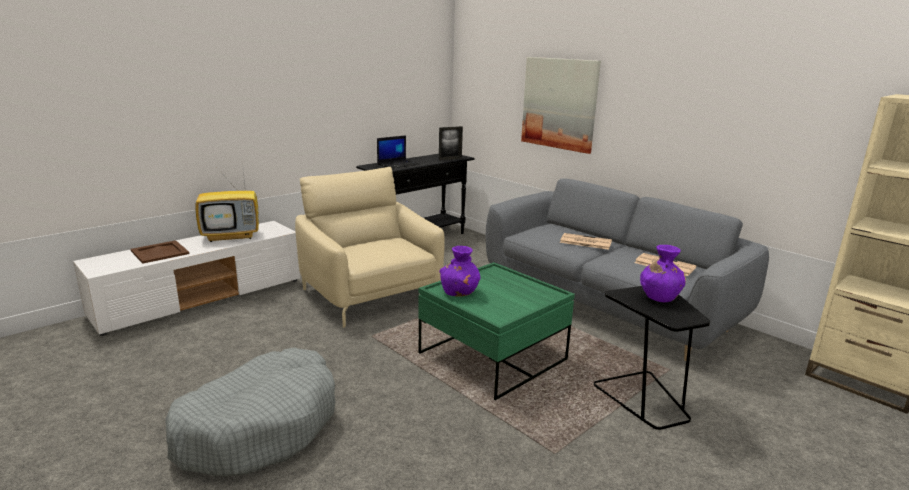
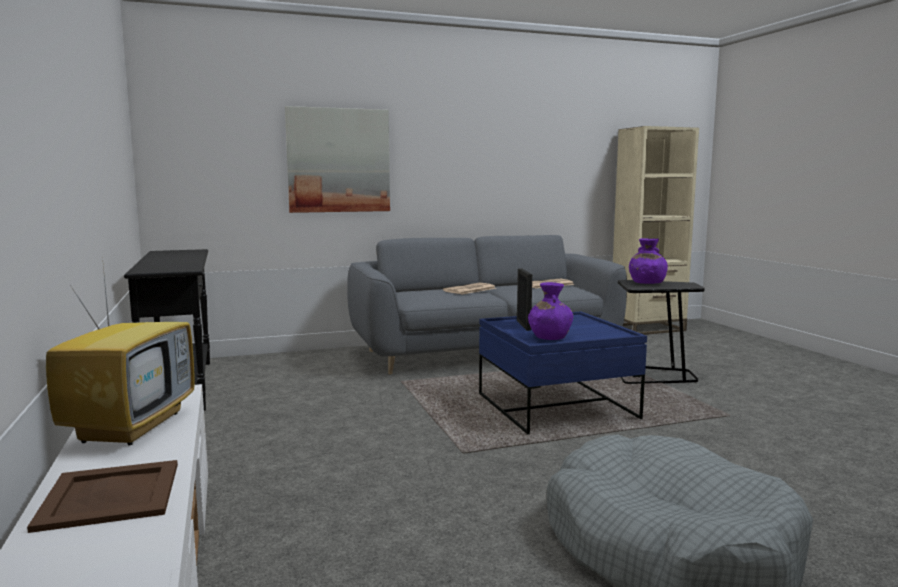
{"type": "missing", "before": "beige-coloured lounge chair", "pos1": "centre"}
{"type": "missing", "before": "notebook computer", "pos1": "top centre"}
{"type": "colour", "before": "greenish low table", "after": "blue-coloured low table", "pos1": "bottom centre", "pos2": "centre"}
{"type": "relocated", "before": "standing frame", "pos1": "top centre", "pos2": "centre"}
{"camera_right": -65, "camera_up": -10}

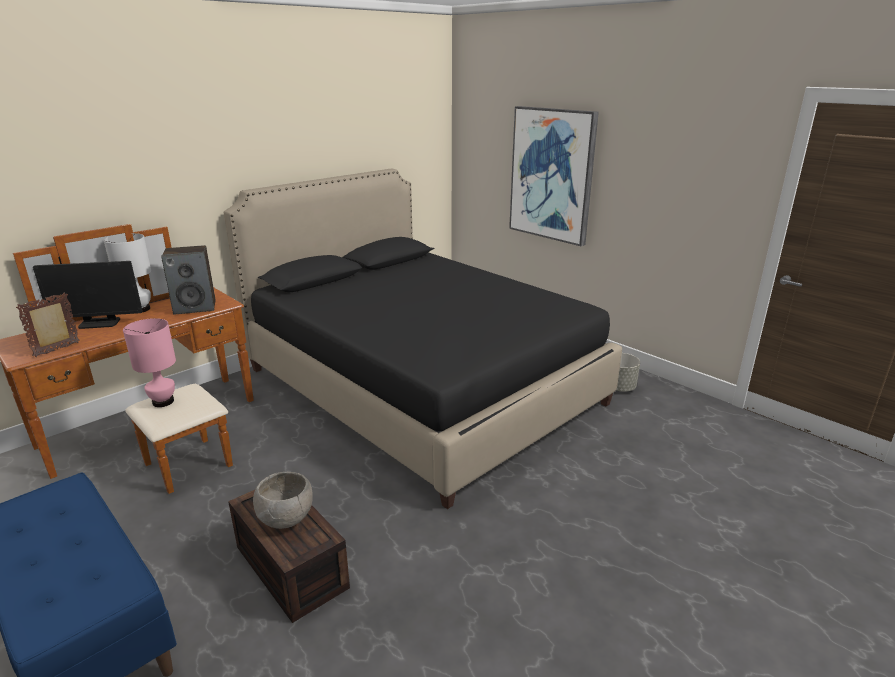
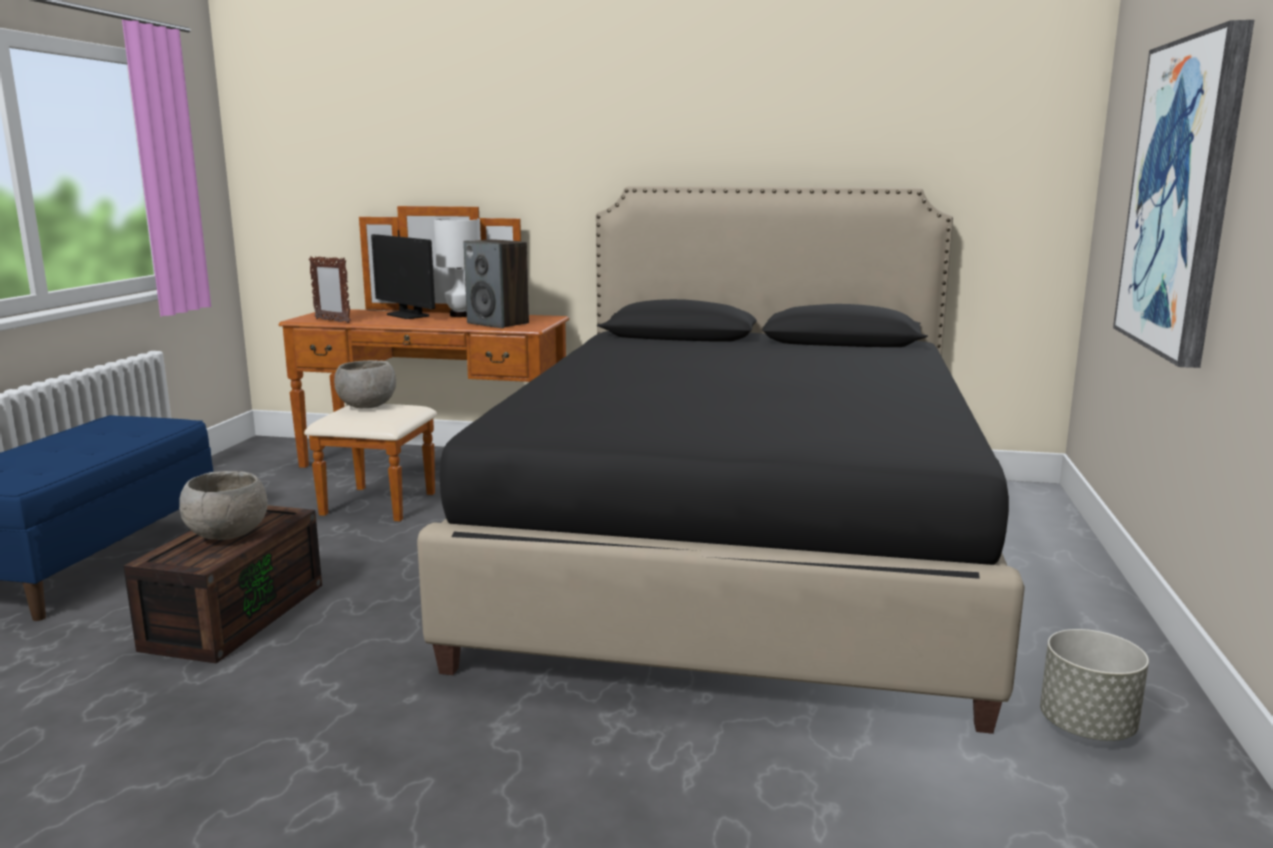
{"type": "spun", "before": "standing frame", "pos1": "middle left", "pos2": "middle left", "turn": -150}
{"type": "exchanged", "before": "pinkish tabletop lamp", "after": "gray deep dish (no. 2 from left)", "pos1": "middle left", "pos2": "middle left"}
{"camera_right": 55, "camera_up": -10}

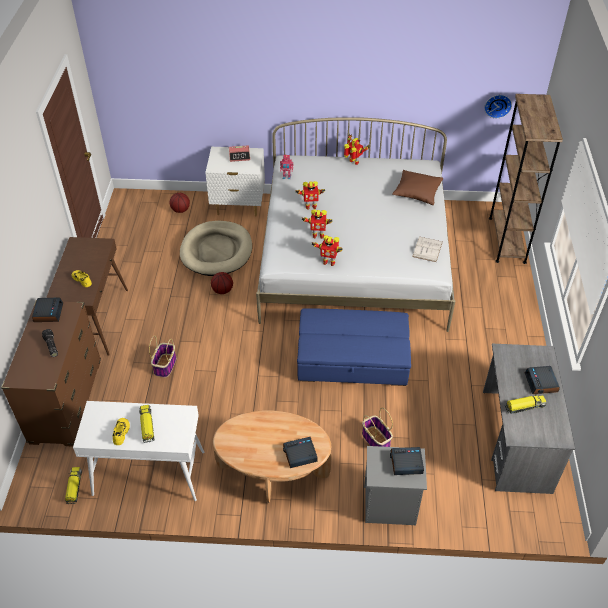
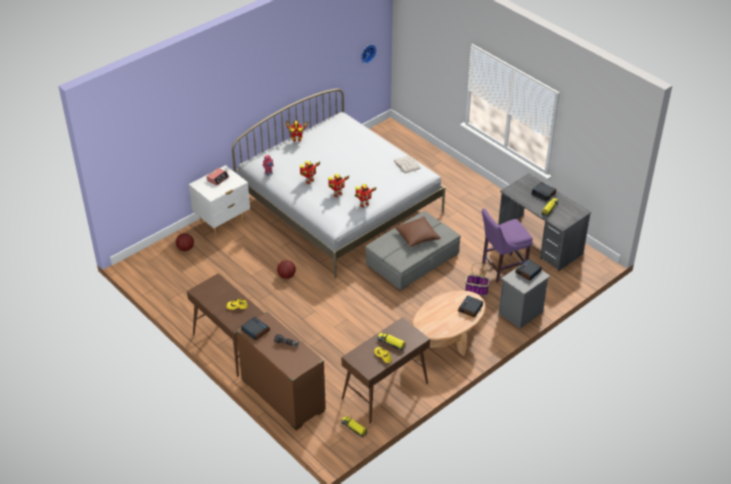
{"type": "colour", "before": "white-coloured hall table", "after": "brown hall table (no. 2 from left)", "pos1": "bottom left", "pos2": "bottom centre"}
{"type": "missing", "before": "household basket (no. 1 from left)", "pos1": "middle left"}
{"type": "missing", "before": "beige-coloured pet bed", "pos1": "centre"}
{"type": "colour", "before": "blue-coloured footrest", "after": "gray footrest", "pos1": "centre", "pos2": "centre"}
{"type": "relocated", "before": "brown throw pillow", "pos1": "top right", "pos2": "centre"}
{"type": "missing", "before": "brown bookshelf", "pos1": "top right"}
{"type": "appeared", "after": "purple chair", "pos2": "middle right"}
{"camera_right": -45, "camera_up": -5}

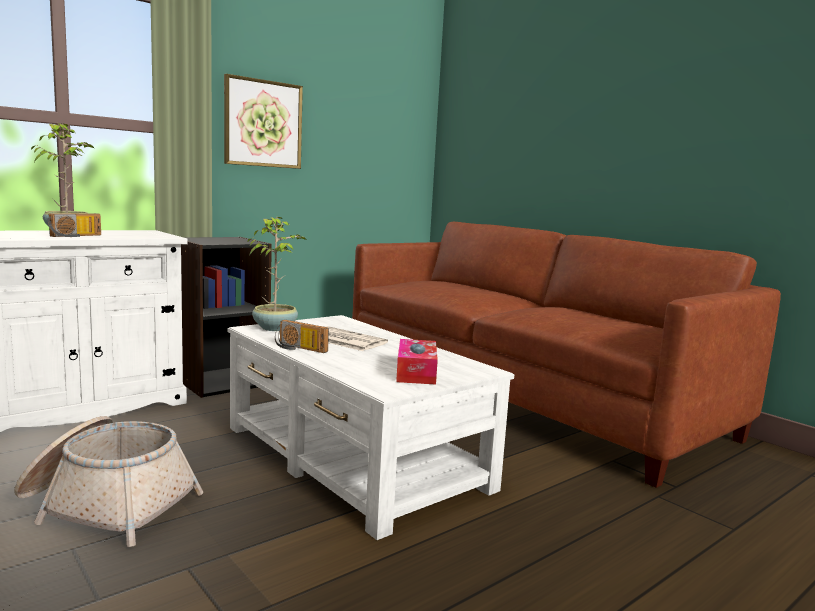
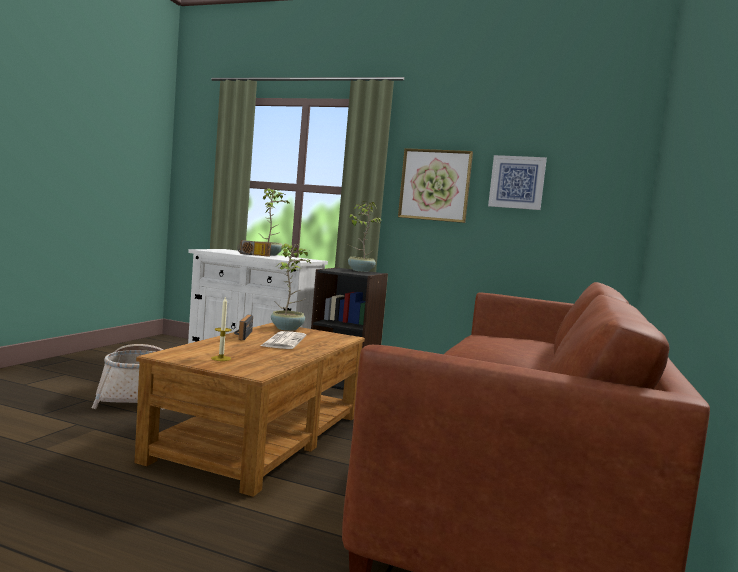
{"type": "colour", "before": "white-coloured low table", "after": "brown low table", "pos1": "bottom centre", "pos2": "bottom centre"}
{"type": "exchanged", "before": "tissue holder", "after": "wax light", "pos1": "centre", "pos2": "middle left"}
{"type": "appeared", "after": "potted plant (no. 3 from left)", "pos2": "centre"}
{"type": "appeared", "after": "wall art (no. 2 from left)", "pos2": "top right"}
{"camera_right": 60, "camera_up": -5}

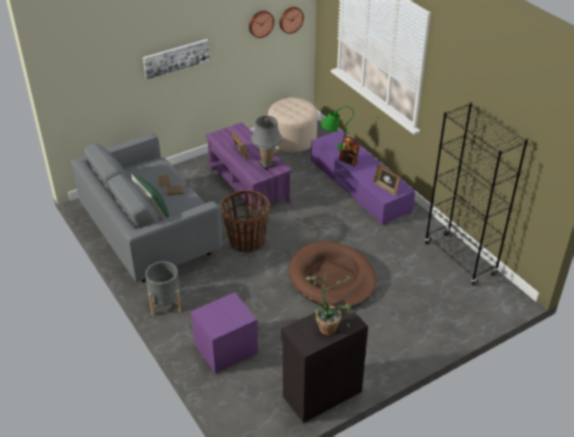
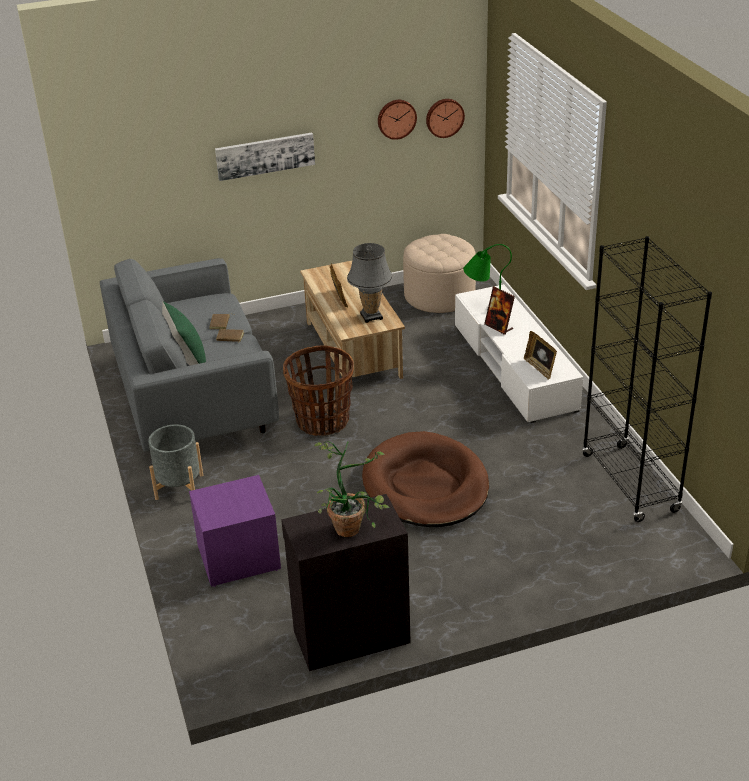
{"type": "colour", "before": "purple low table", "after": "beige-coloured low table", "pos1": "centre", "pos2": "centre"}
{"type": "colour", "before": "purple tv stand", "after": "white-coloured tv stand", "pos1": "centre", "pos2": "middle right"}
{"camera_right": 15, "camera_up": -5}

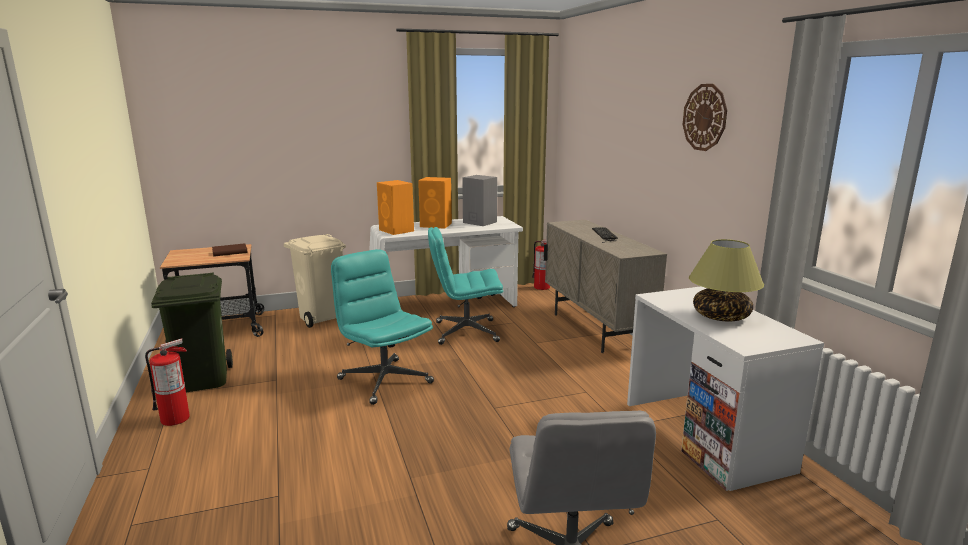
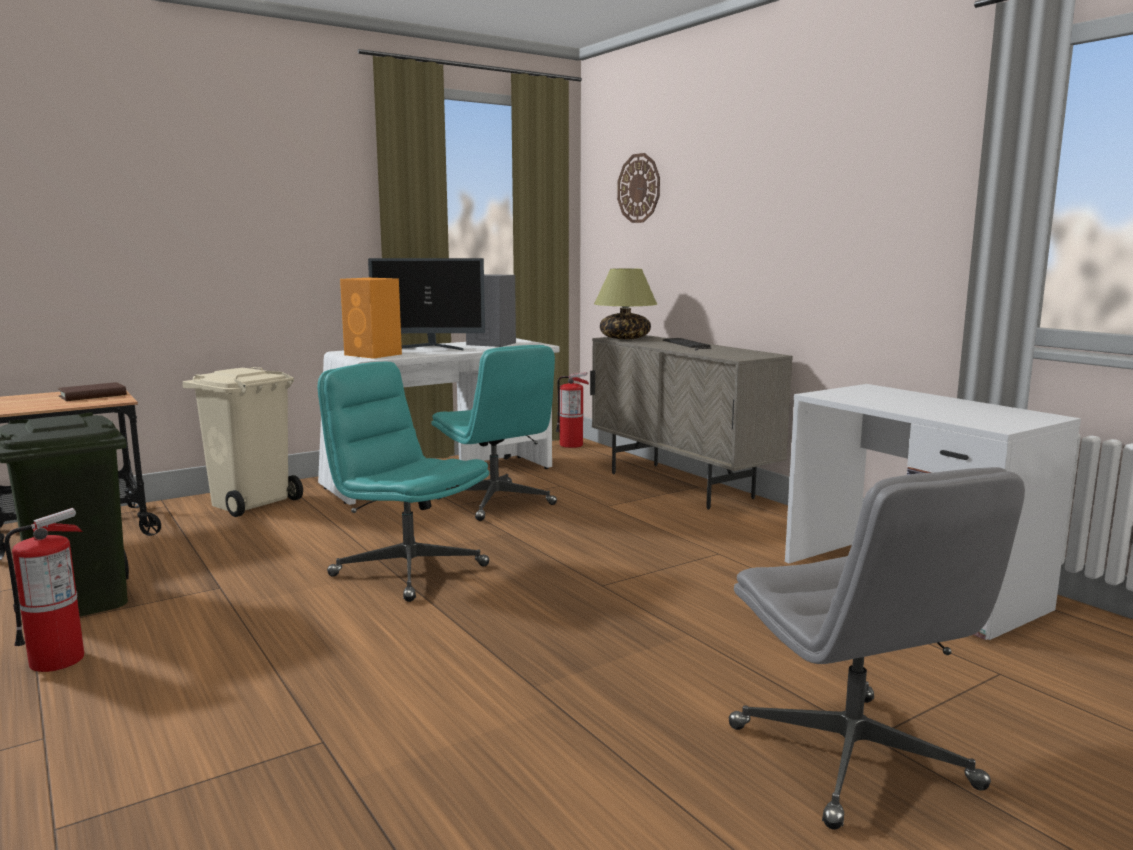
{"type": "exchanged", "before": "orange audio speaker (no. 2 from left)", "after": "computer screen", "pos1": "centre", "pos2": "centre"}
{"type": "spun", "before": "turquoise office chair (no. 2 from left)", "pos1": "centre", "pos2": "centre", "turn": -105}
{"type": "relocated", "before": "clock on the wall", "pos1": "top right", "pos2": "top centre"}
{"type": "relocated", "before": "tabletop lamp", "pos1": "middle right", "pos2": "centre"}
{"camera_right": -15, "camera_up": -5}

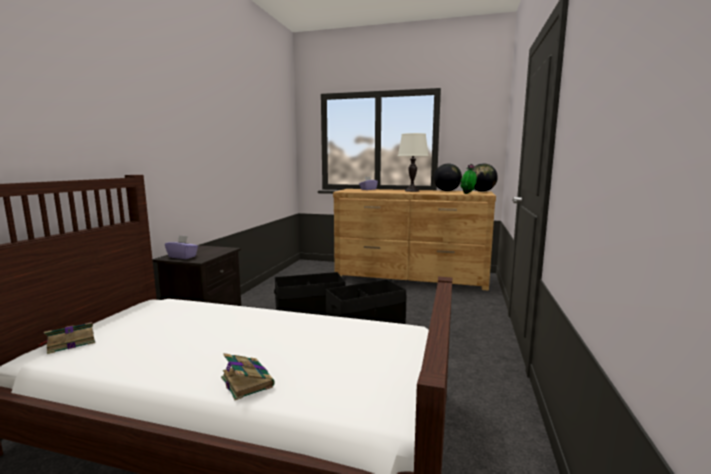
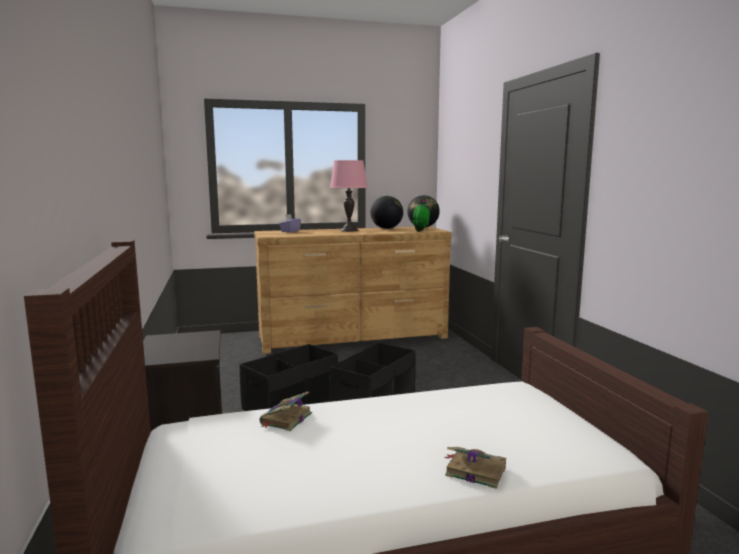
{"type": "relocated", "before": "book (no. 1 from left)", "pos1": "bottom left", "pos2": "bottom centre"}
{"type": "missing", "before": "purple tissue holder (no. 1 from left)", "pos1": "middle left"}
{"type": "colour", "before": "white-coloured tabletop lamp", "after": "pinkish tabletop lamp", "pos1": "centre", "pos2": "centre"}
{"camera_right": -30, "camera_up": 0}

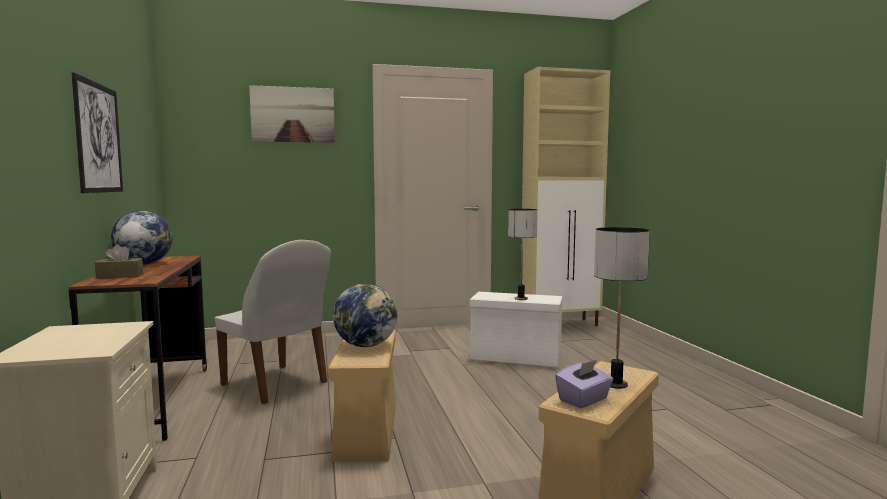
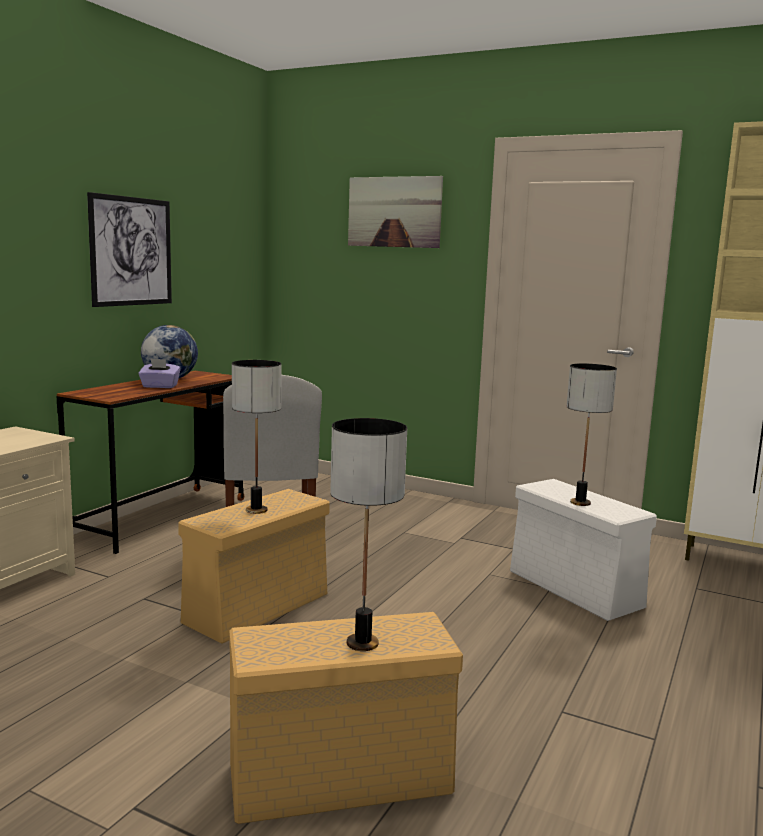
{"type": "missing", "before": "brown tissue holder", "pos1": "middle left"}
{"type": "exchanged", "before": "globe (no. 2 from left)", "after": "tabletop lamp (no. 1 from left)", "pos1": "centre", "pos2": "centre"}
{"type": "relocated", "before": "purple tissue holder", "pos1": "bottom centre", "pos2": "middle left"}
{"camera_right": 40, "camera_up": 5}

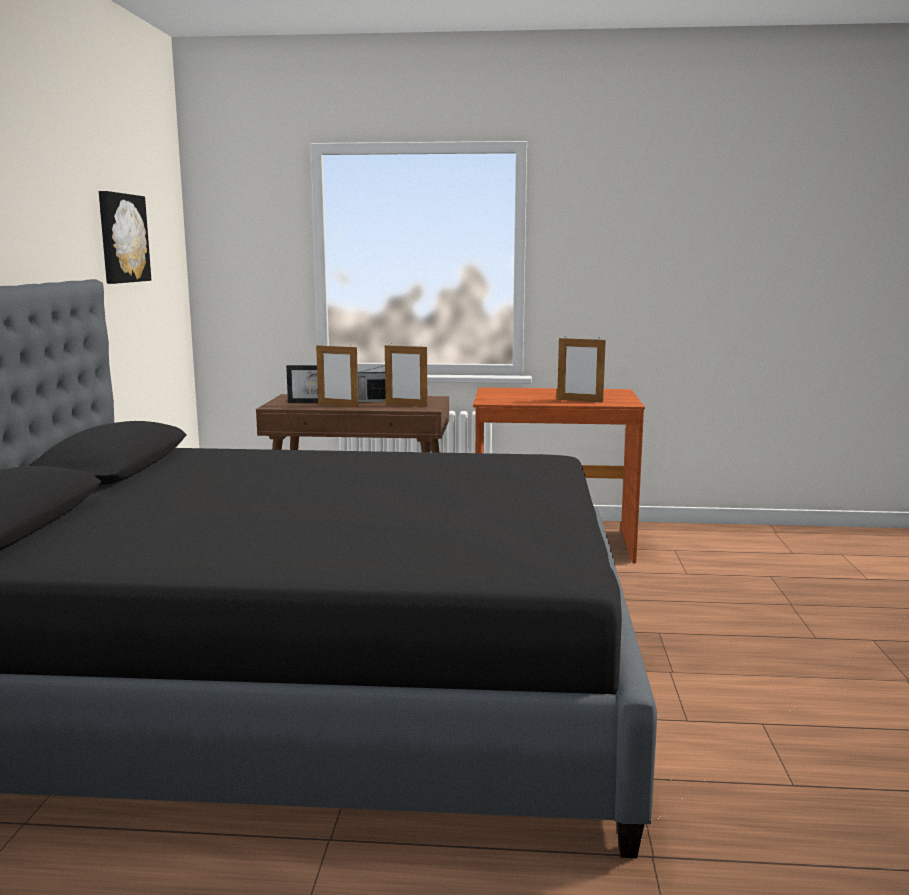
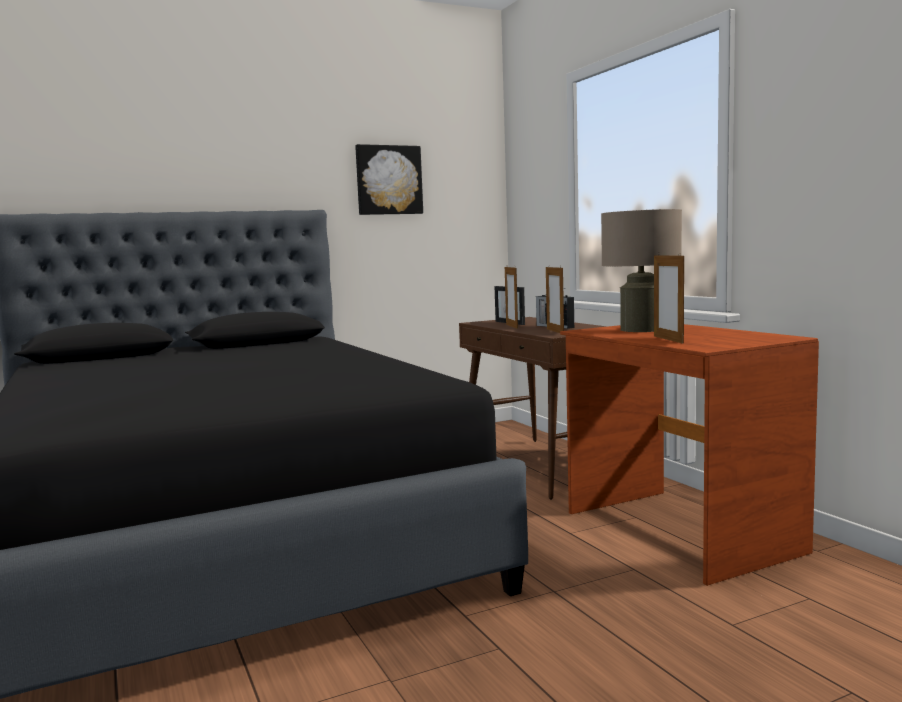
{"type": "appeared", "after": "beige-coloured tabletop lamp", "pos2": "middle right"}
{"camera_right": 60, "camera_up": -5}

